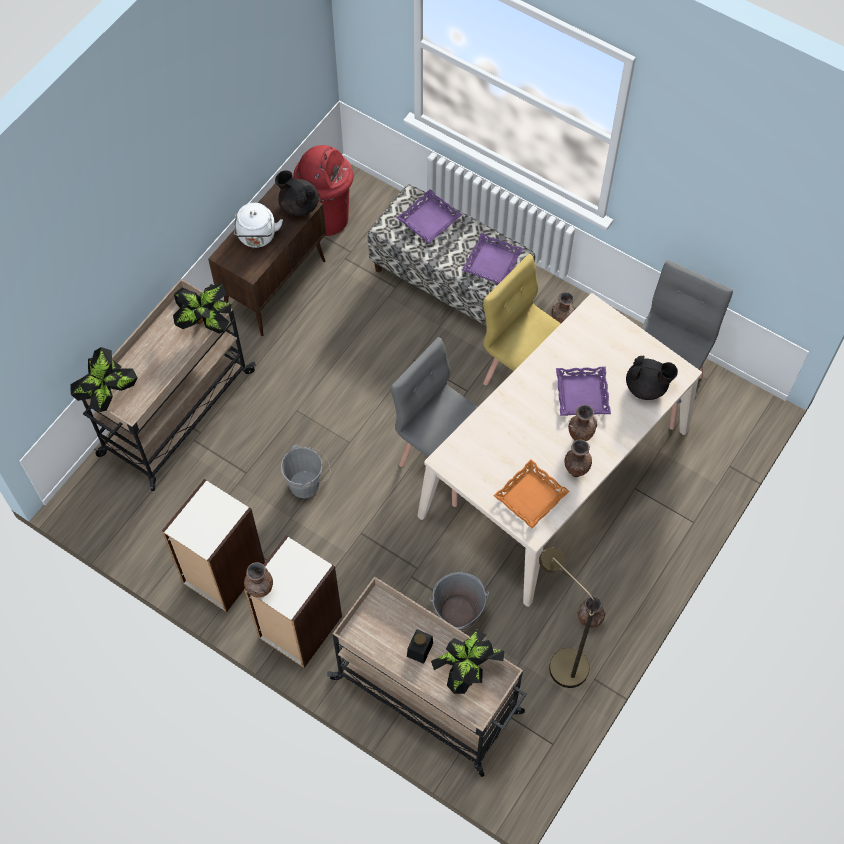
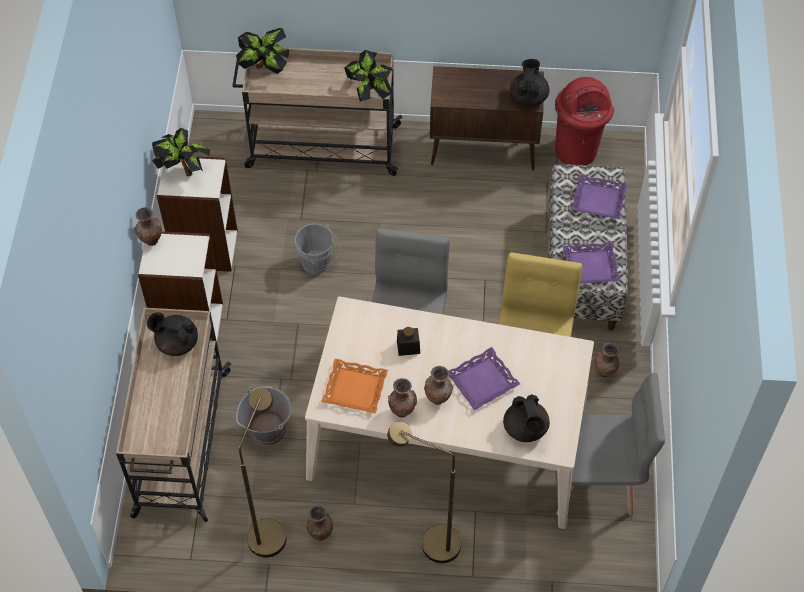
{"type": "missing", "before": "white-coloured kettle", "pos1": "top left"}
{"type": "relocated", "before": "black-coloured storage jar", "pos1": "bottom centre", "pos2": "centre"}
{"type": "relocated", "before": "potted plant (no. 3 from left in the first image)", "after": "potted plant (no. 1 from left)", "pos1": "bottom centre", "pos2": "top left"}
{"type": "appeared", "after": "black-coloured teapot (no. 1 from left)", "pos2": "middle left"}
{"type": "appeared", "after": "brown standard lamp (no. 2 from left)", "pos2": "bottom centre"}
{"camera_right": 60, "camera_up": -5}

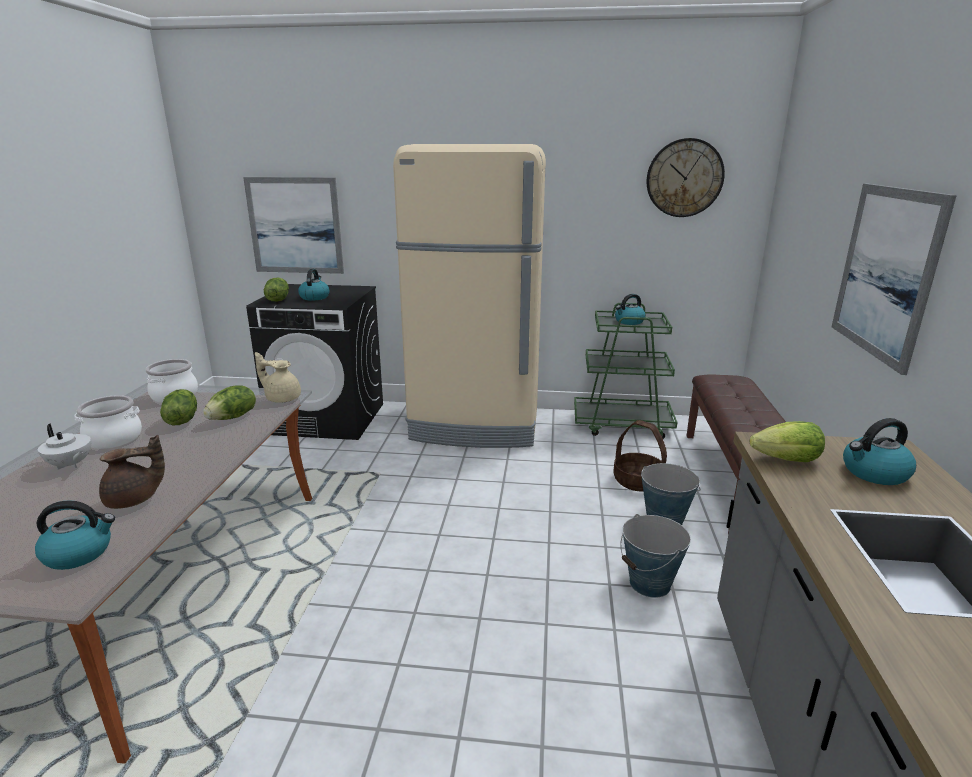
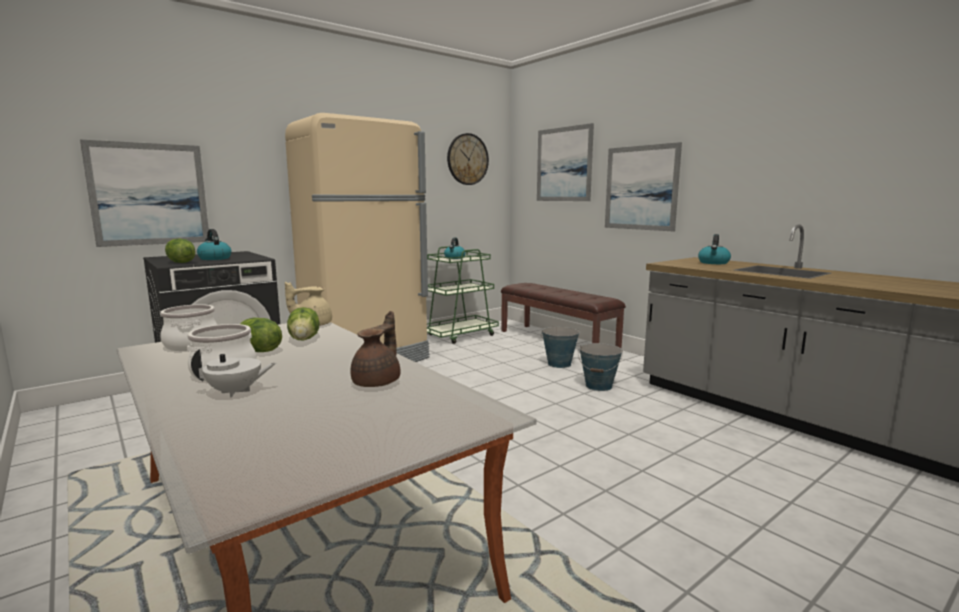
{"type": "missing", "before": "kettle (no. 1 from left)", "pos1": "bottom left"}
{"type": "missing", "before": "household basket", "pos1": "centre"}
{"type": "missing", "before": "head of lettuce (no. 4 from left)", "pos1": "middle right"}
{"type": "appeared", "after": "wall art (no. 2 from left)", "pos2": "top centre"}
{"camera_right": -45, "camera_up": -10}

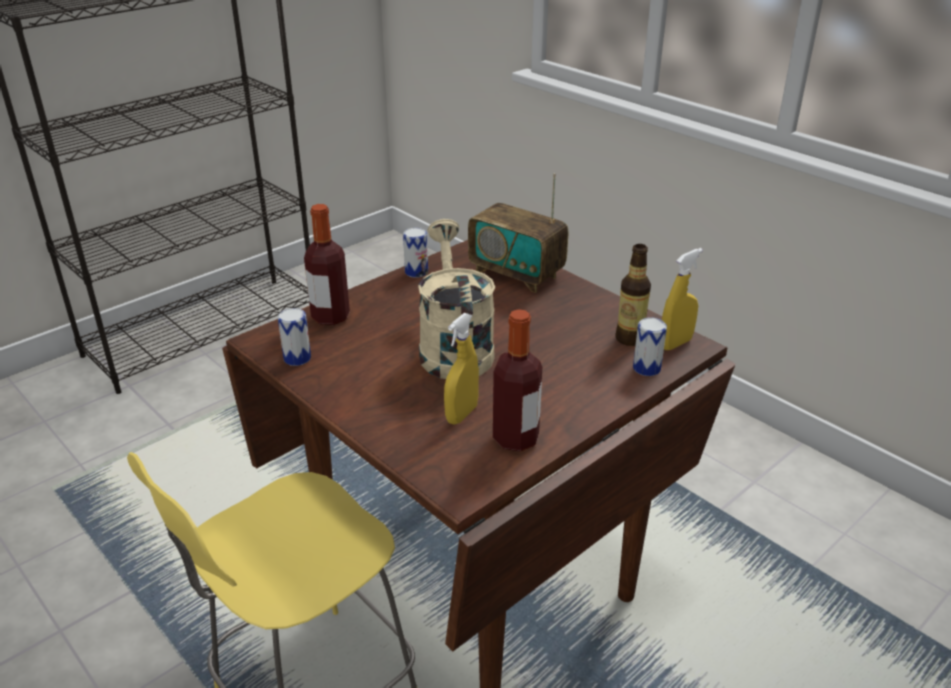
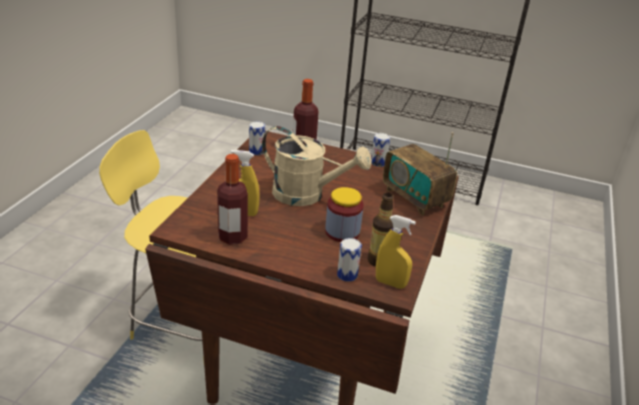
{"type": "spun", "before": "beige-coloured watering pot", "pos1": "centre", "pos2": "centre", "turn": 60}
{"type": "spun", "before": "radio", "pos1": "centre", "pos2": "centre", "turn": -45}
{"type": "appeared", "after": "storage jar", "pos2": "centre"}
{"camera_right": 60, "camera_up": 0}

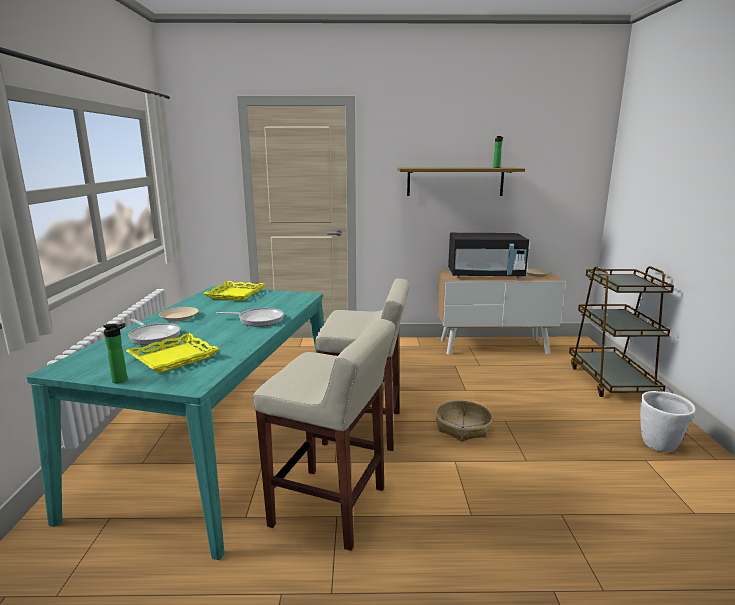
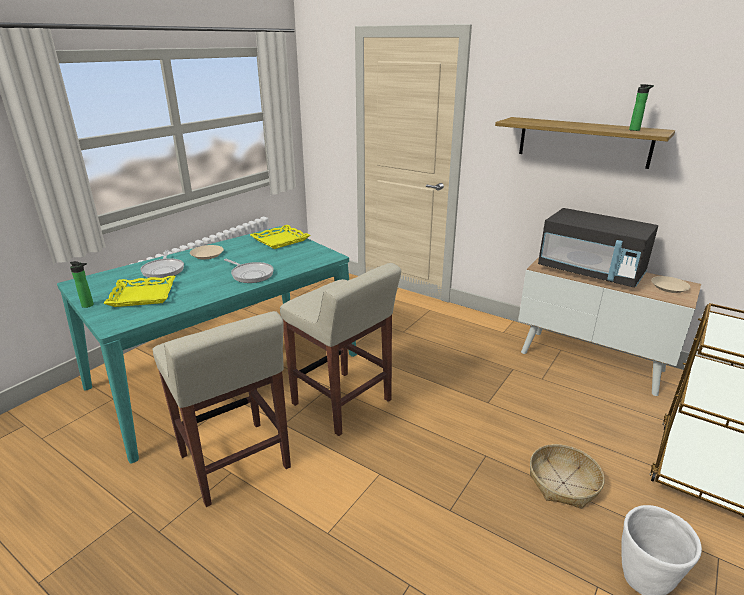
{"type": "relocated", "before": "household basket", "pos1": "bottom centre", "pos2": "bottom right"}
{"camera_right": 35, "camera_up": 10}

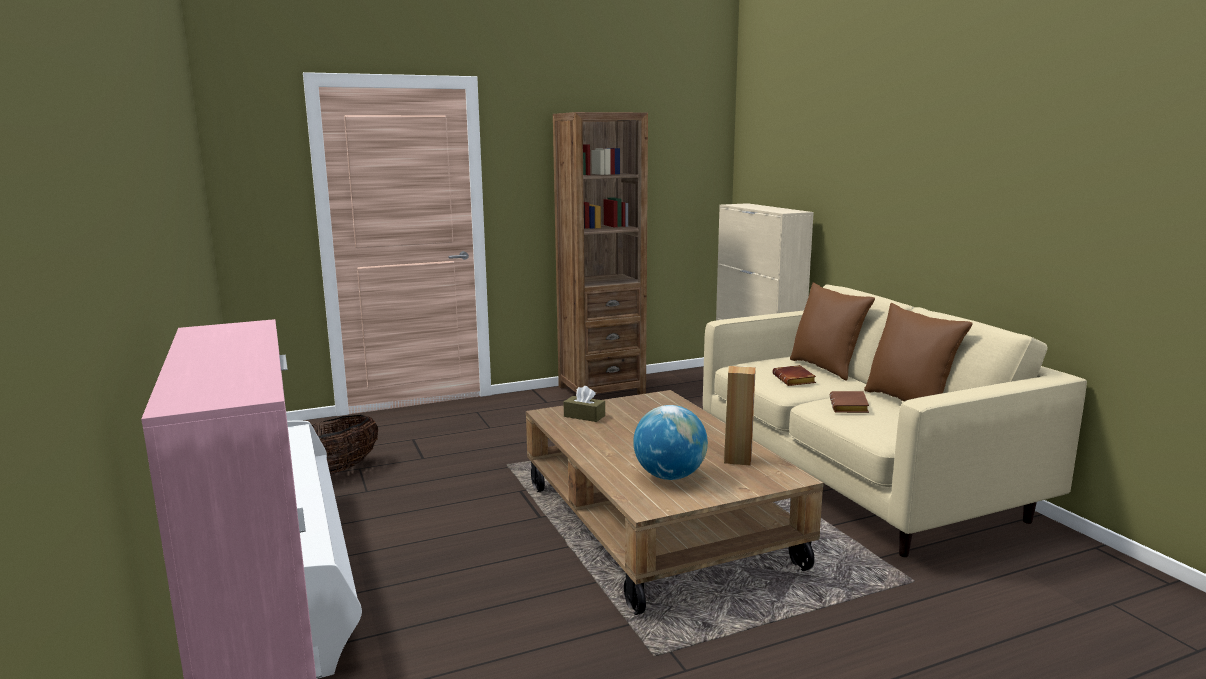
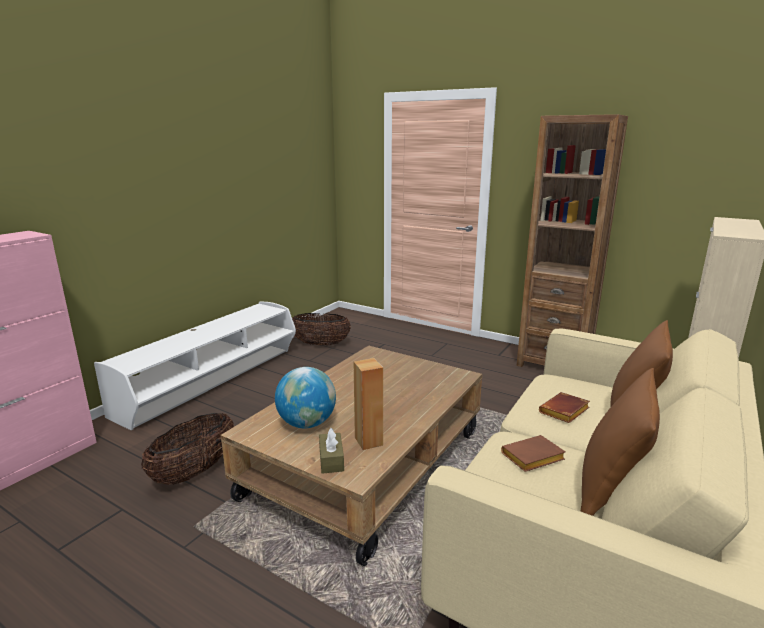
{"type": "relocated", "before": "brown tissue holder", "pos1": "centre", "pos2": "bottom centre"}
{"type": "appeared", "after": "household basket (no. 1 from left)", "pos2": "bottom left"}
{"camera_right": 55, "camera_up": 5}

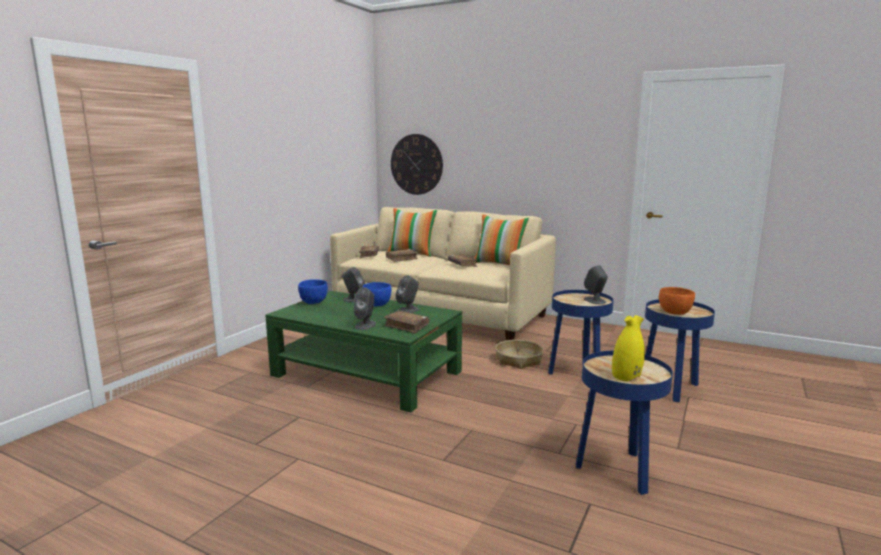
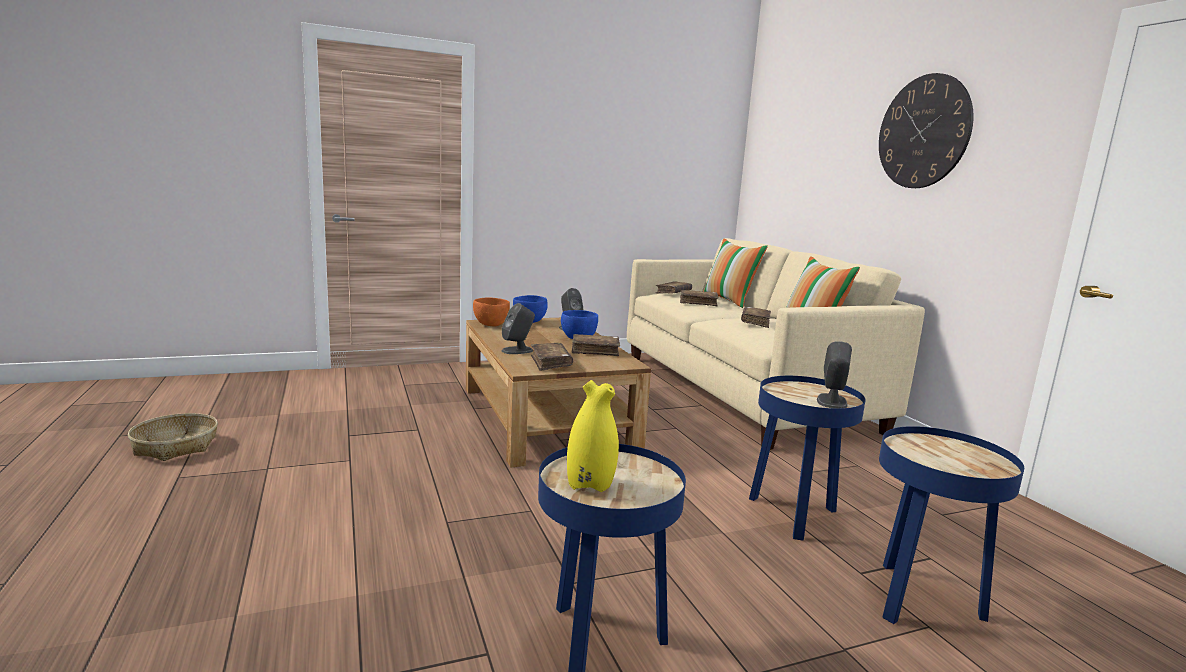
{"type": "colour", "before": "greenish low table", "after": "brown low table", "pos1": "centre", "pos2": "centre"}
{"type": "relocated", "before": "clock on the wall", "pos1": "top centre", "pos2": "top right"}
{"type": "exchanged", "before": "gray audio speaker (no. 3 from left)", "after": "brown book (no. 2 from left)", "pos1": "centre", "pos2": "centre"}
{"type": "relocated", "before": "household basket", "pos1": "centre", "pos2": "middle left"}
{"type": "relocated", "before": "orange deep dish", "pos1": "middle right", "pos2": "centre"}
{"camera_right": 40, "camera_up": 0}

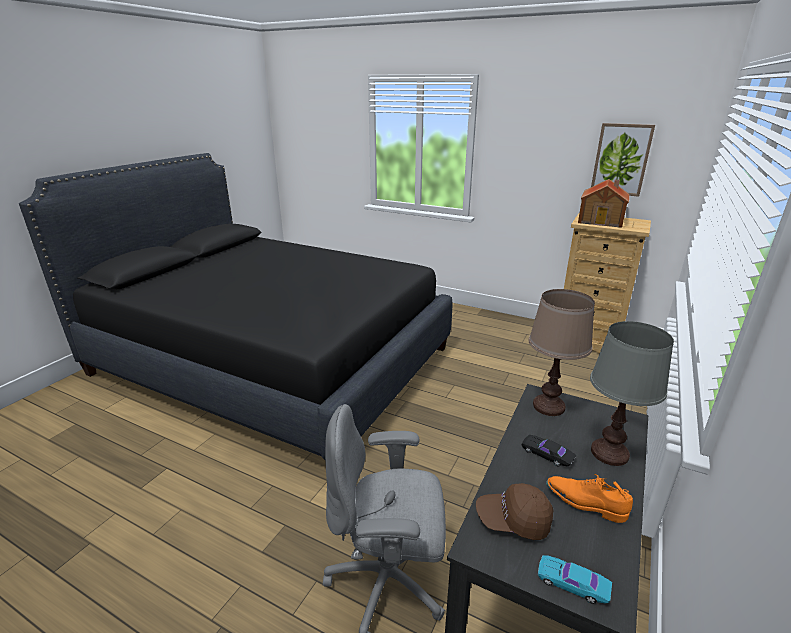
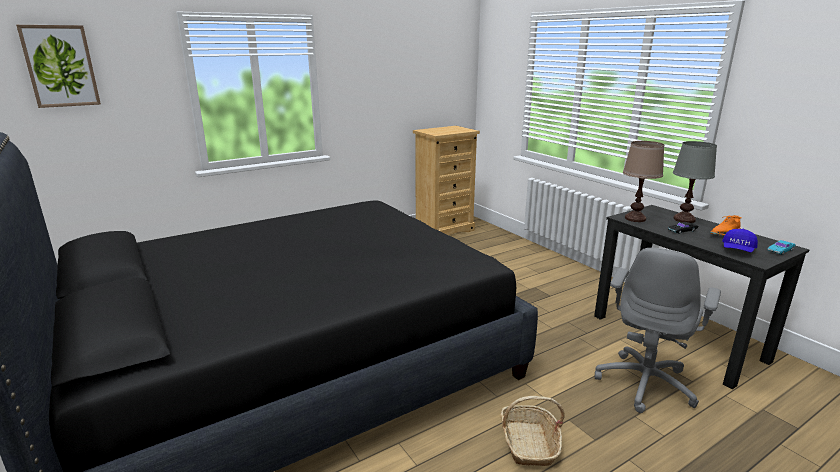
{"type": "colour", "before": "brown peaked cap", "after": "blue-coloured peaked cap", "pos1": "bottom centre", "pos2": "middle right"}
{"type": "missing", "before": "miniature house", "pos1": "top right"}
{"type": "relocated", "before": "wall art", "pos1": "top right", "pos2": "top left"}
{"type": "appeared", "after": "household basket", "pos2": "bottom centre"}
{"camera_right": -60, "camera_up": -5}

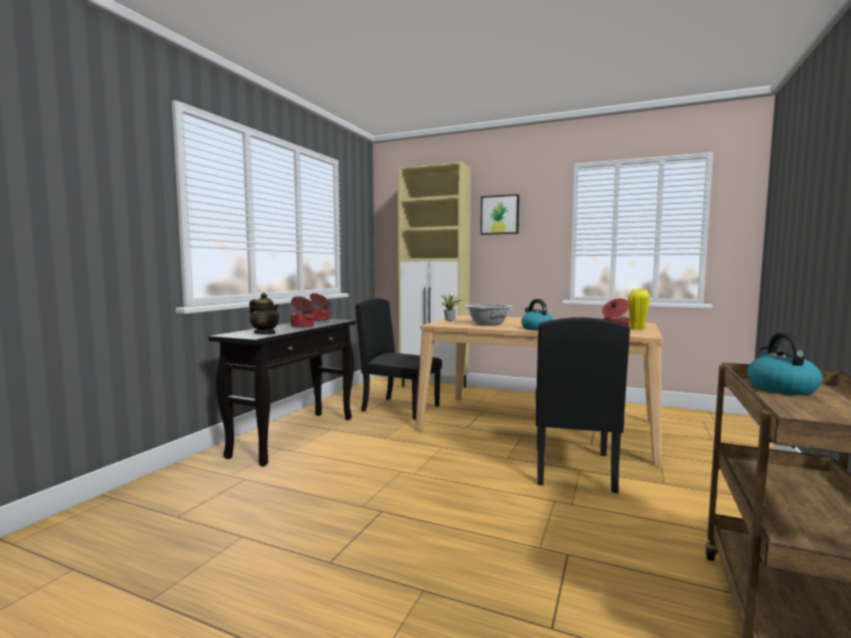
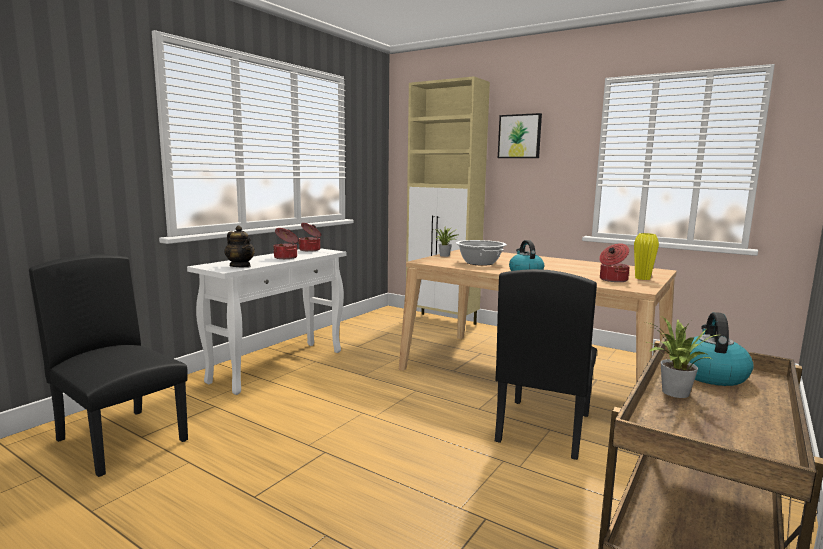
{"type": "colour", "before": "black-coloured hall table", "after": "white-coloured hall table", "pos1": "middle left", "pos2": "middle left"}
{"type": "relocated", "before": "black-coloured chair (no. 1 from left)", "pos1": "centre", "pos2": "middle left"}
{"type": "appeared", "after": "potted plant (no. 2 from left)", "pos2": "middle right"}
{"camera_right": 10, "camera_up": 5}

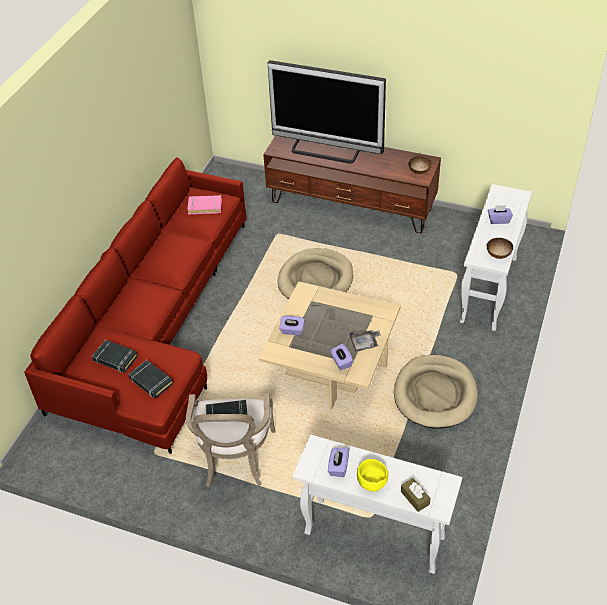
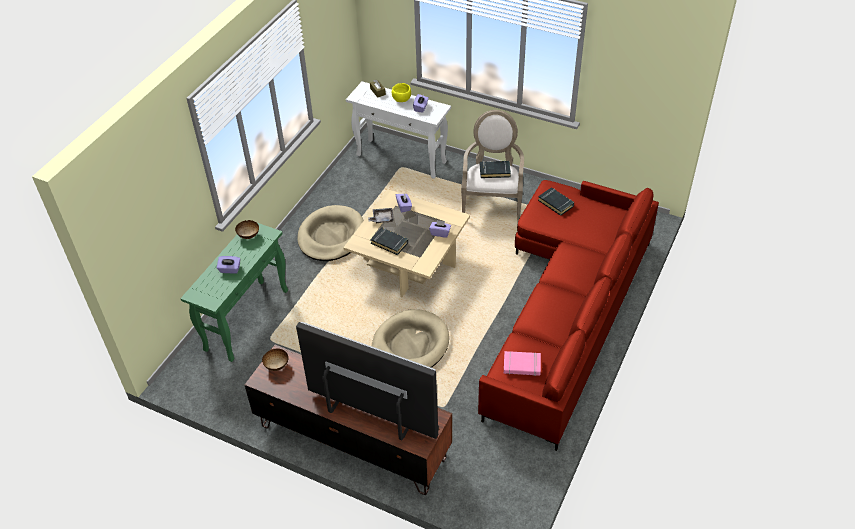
{"type": "relocated", "before": "black-coloured book (no. 1 from left)", "pos1": "middle left", "pos2": "centre"}
{"type": "colour", "before": "white-coloured hall table (no. 2 from left)", "after": "greenish hall table", "pos1": "middle right", "pos2": "middle left"}
{"camera_right": -175, "camera_up": 0}

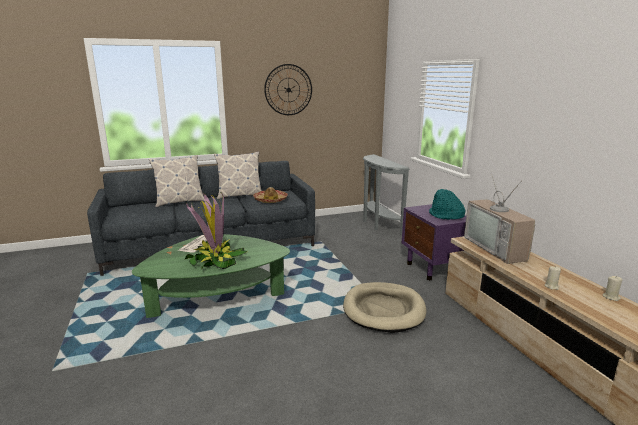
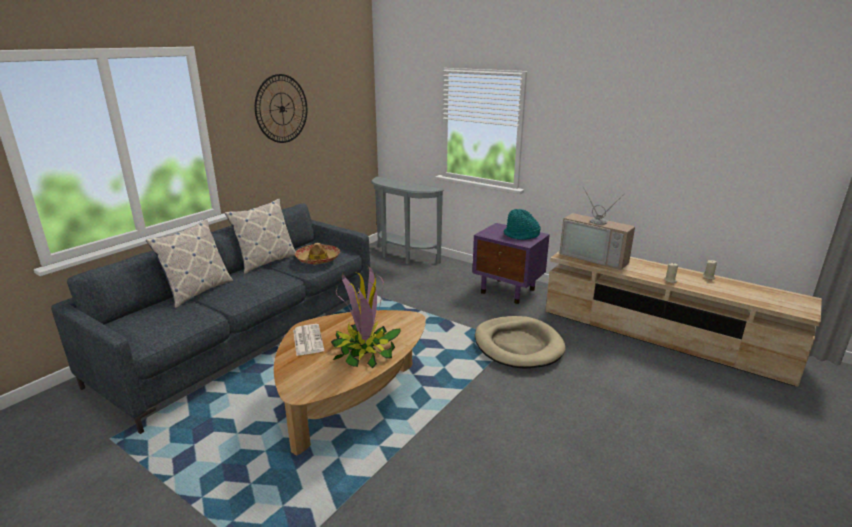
{"type": "colour", "before": "greenish low table", "after": "brown low table", "pos1": "middle left", "pos2": "bottom centre"}
{"camera_right": -35, "camera_up": 5}

